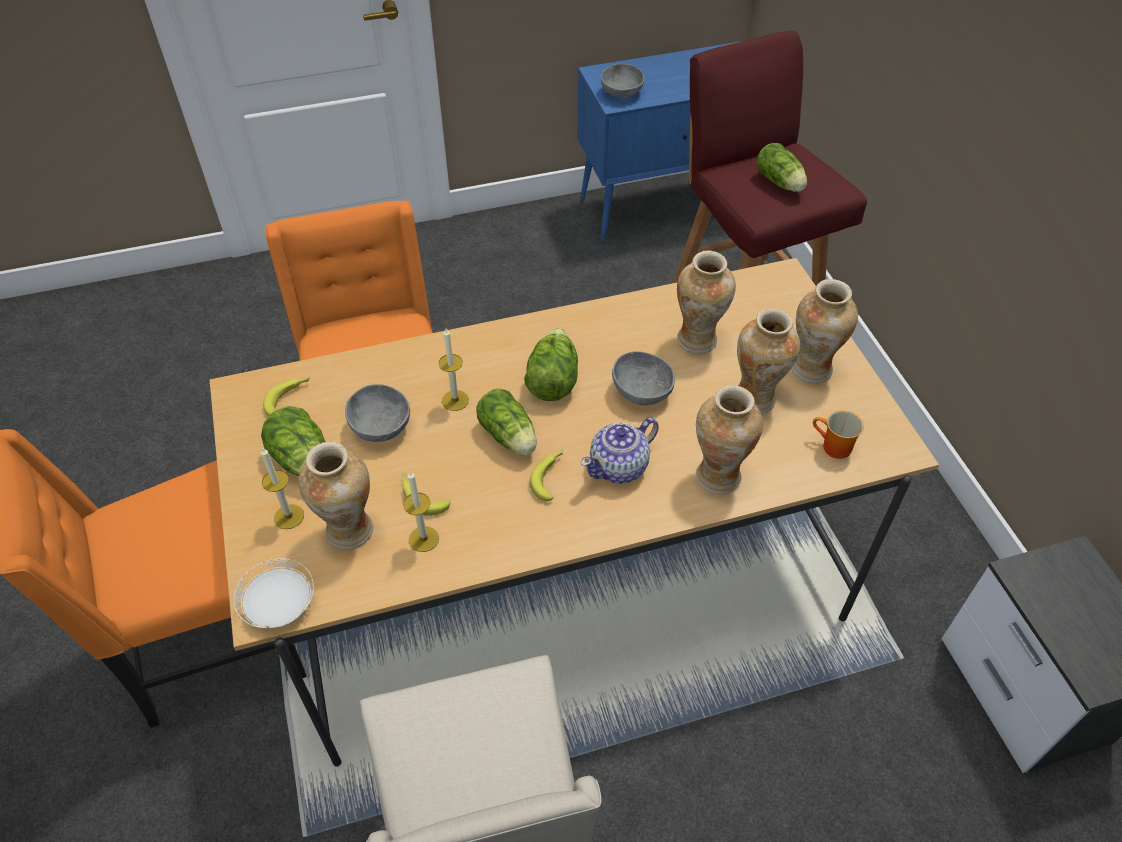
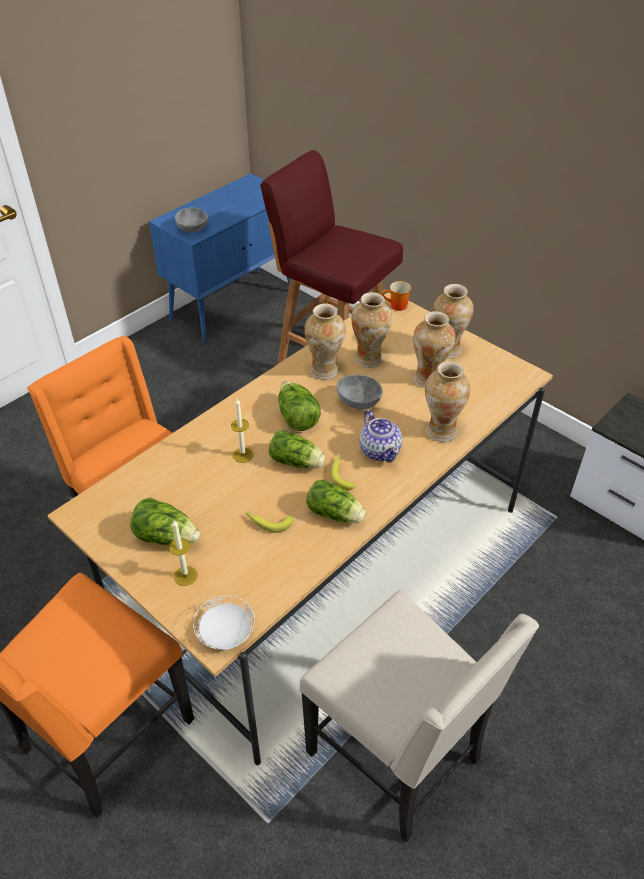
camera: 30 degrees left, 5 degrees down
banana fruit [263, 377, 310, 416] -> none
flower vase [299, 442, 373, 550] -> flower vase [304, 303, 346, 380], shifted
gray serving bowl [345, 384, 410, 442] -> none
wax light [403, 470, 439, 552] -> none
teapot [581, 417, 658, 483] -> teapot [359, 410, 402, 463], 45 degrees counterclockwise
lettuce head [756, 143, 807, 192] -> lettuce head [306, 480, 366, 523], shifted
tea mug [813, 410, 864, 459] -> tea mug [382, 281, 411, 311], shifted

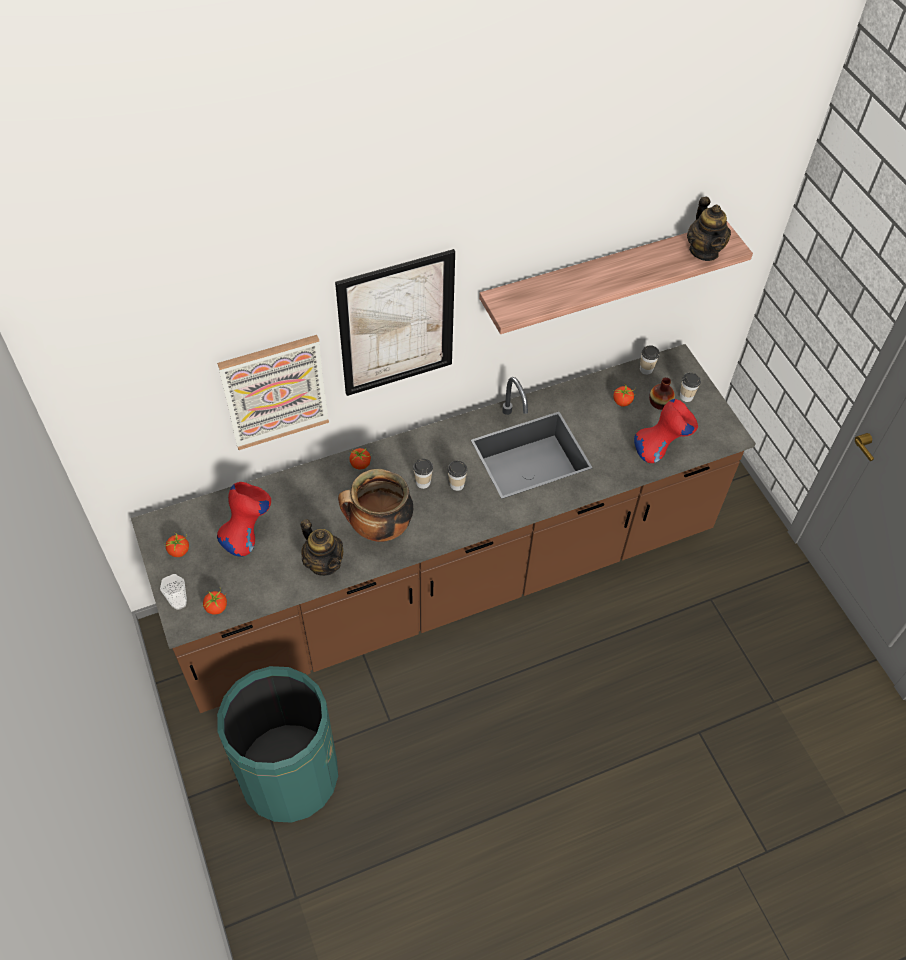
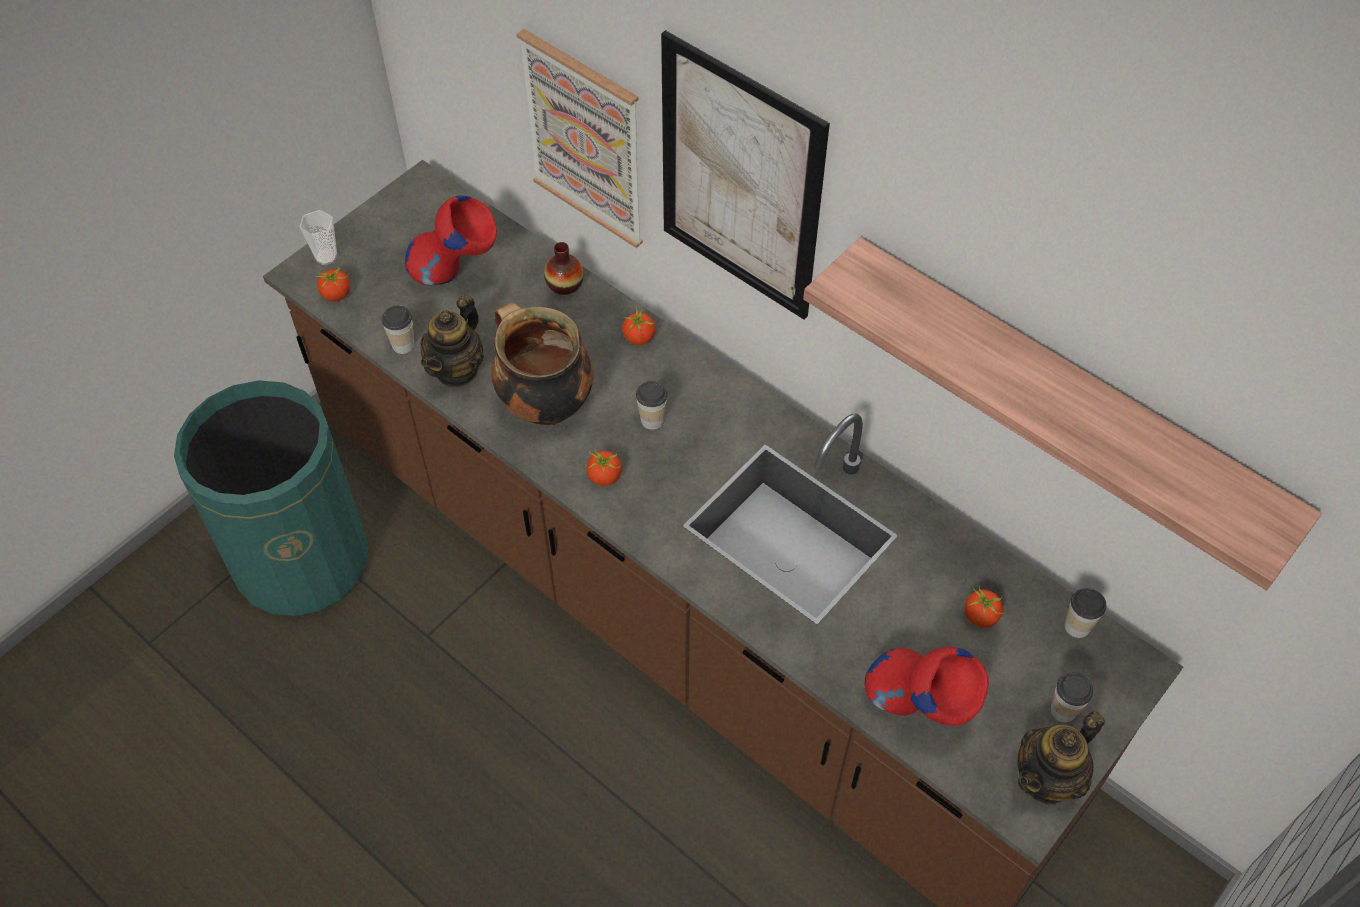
camera: 65 degrees right, 0 degrees up
fresh tomato [165, 532, 189, 557] -> fresh tomato [586, 451, 622, 486], shifted
small cup [448, 461, 467, 491] -> small cup [382, 305, 414, 354], shifted
flower vase [649, 377, 675, 410] -> flower vase [544, 242, 583, 295], shifted
teapot [687, 197, 731, 261] -> teapot [1017, 711, 1105, 805], shifted

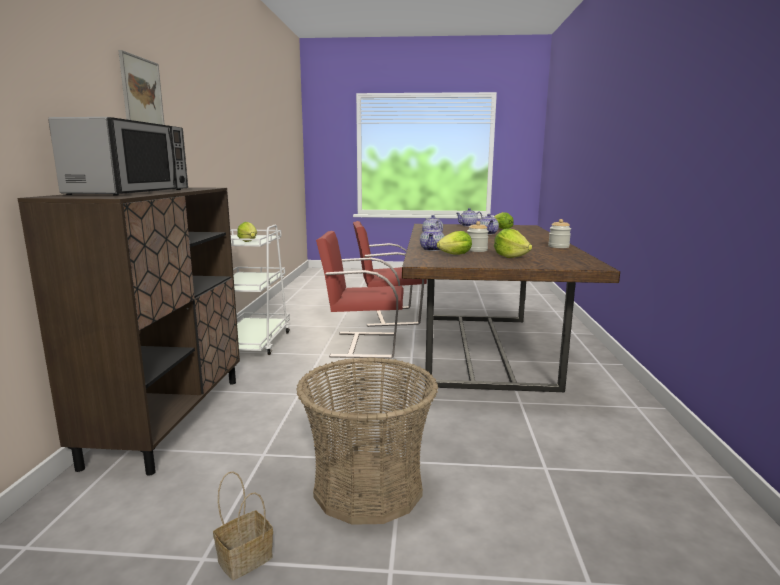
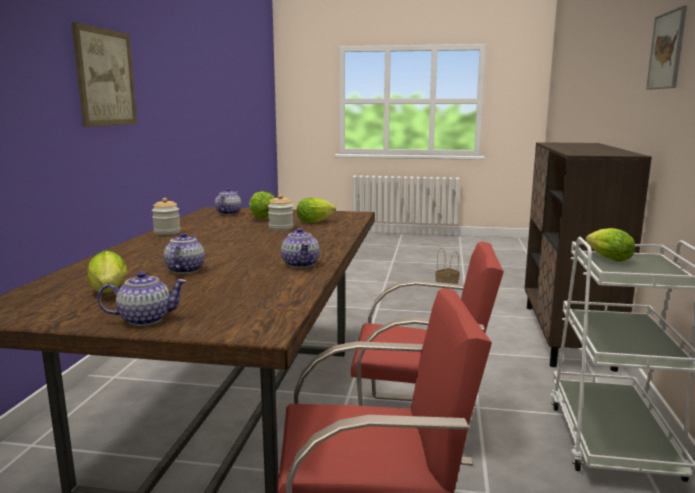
camera: 175 degrees left, 0 degrees up
kitchen microwave [48, 117, 188, 196] -> none
household basket [297, 357, 438, 525] -> none
teapot [420, 225, 445, 251] -> teapot [215, 188, 241, 215], shifted
none -> wall art [72, 22, 137, 127]

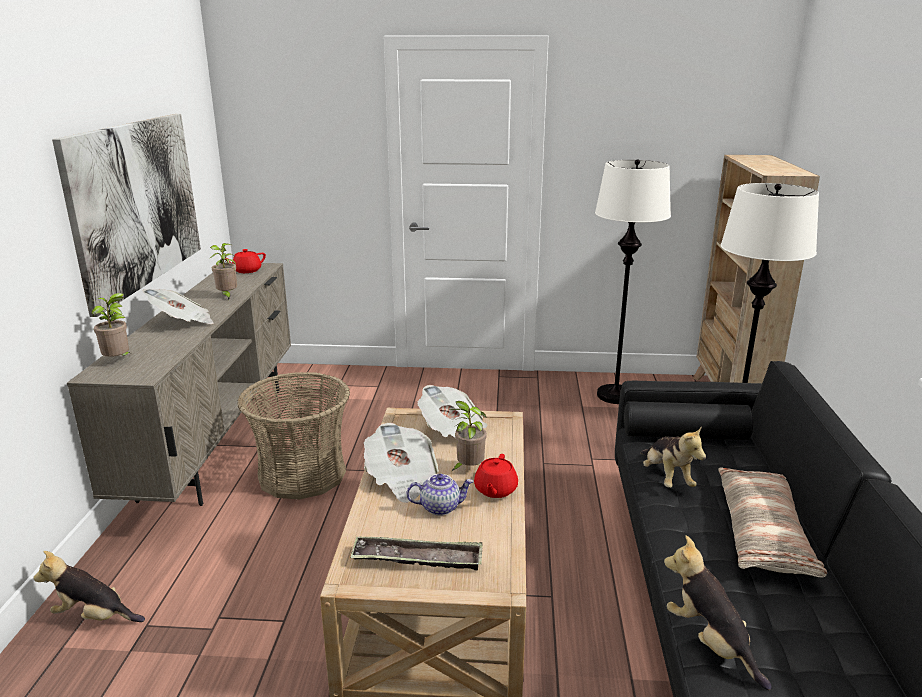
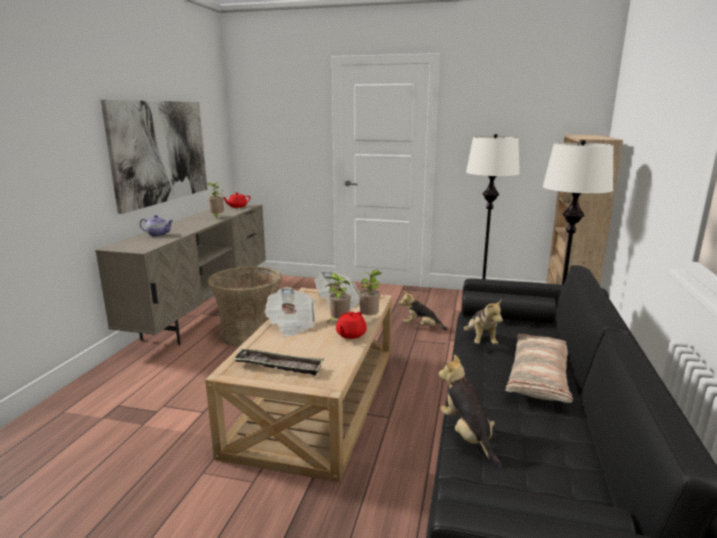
camera: 10 degrees right, 5 degrees down
soft toy [33, 551, 145, 622] -> soft toy [399, 291, 448, 330], shifted
plant in a pot [91, 293, 131, 357] -> plant in a pot [358, 270, 382, 315], shifted
newspaper [142, 289, 214, 324] -> none
teapot [406, 474, 473, 516] -> teapot [140, 215, 174, 237], shifted

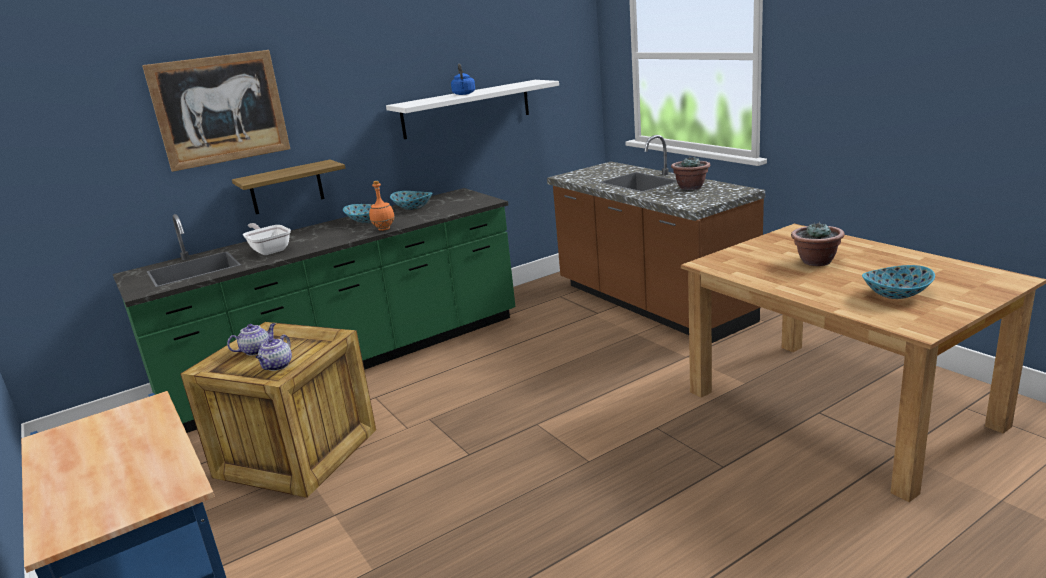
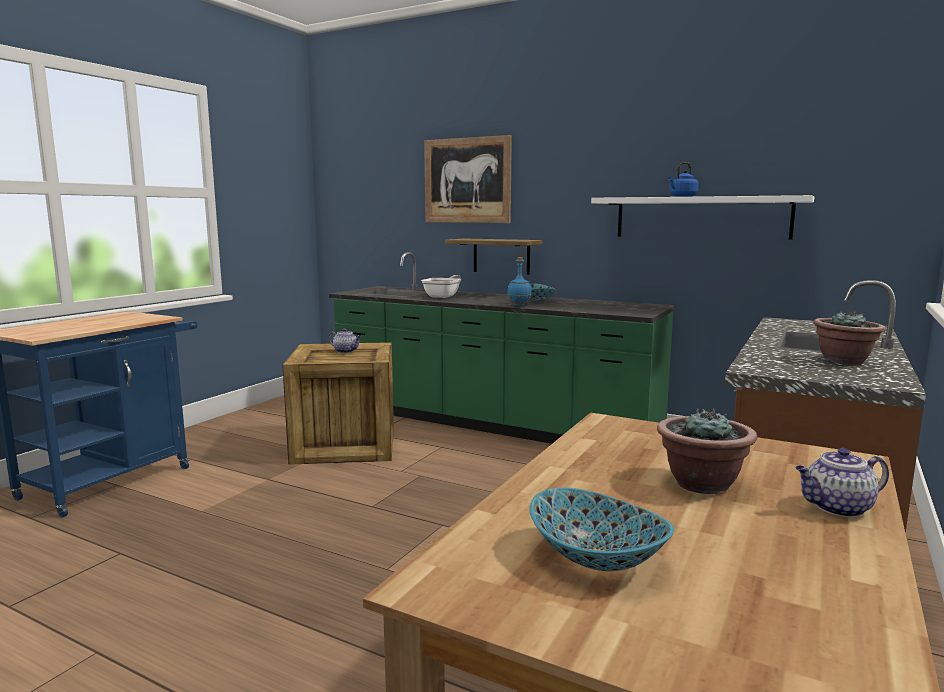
camera: 60 degrees right, 10 degrees down
teapot [256, 334, 292, 371] -> teapot [795, 448, 889, 517], shifted
orange beverage bottle [369, 181, 395, 231] -> blue-coloured beverage bottle [507, 257, 532, 306]
serving bowl [390, 191, 432, 210] -> none

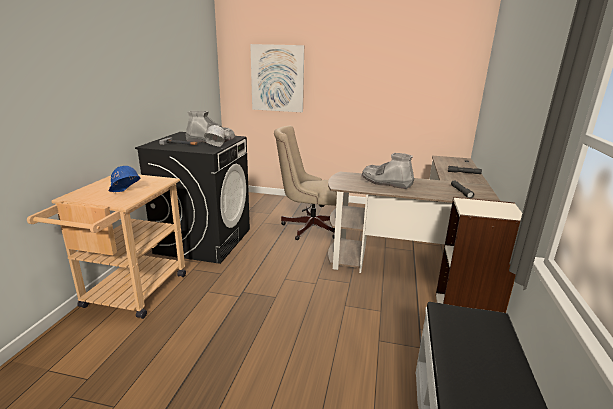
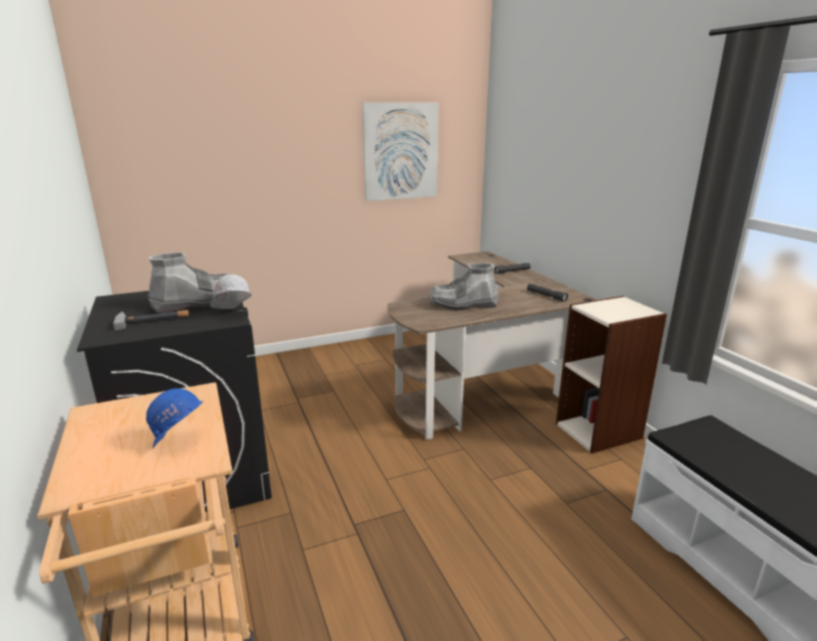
camera: 35 degrees left, 0 degrees up
wall art [250, 44, 304, 112] -> wall art [362, 102, 439, 201], shifted
beige desk chair [274, 125, 337, 240] -> none

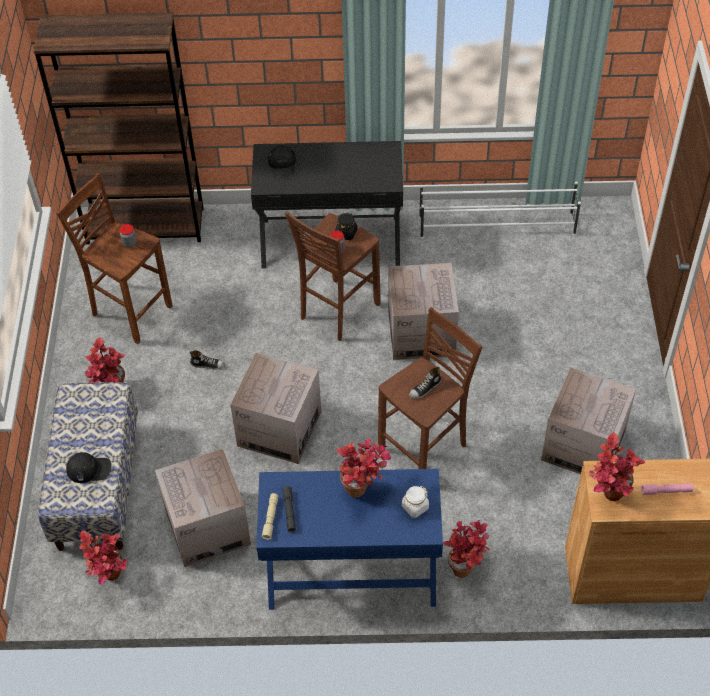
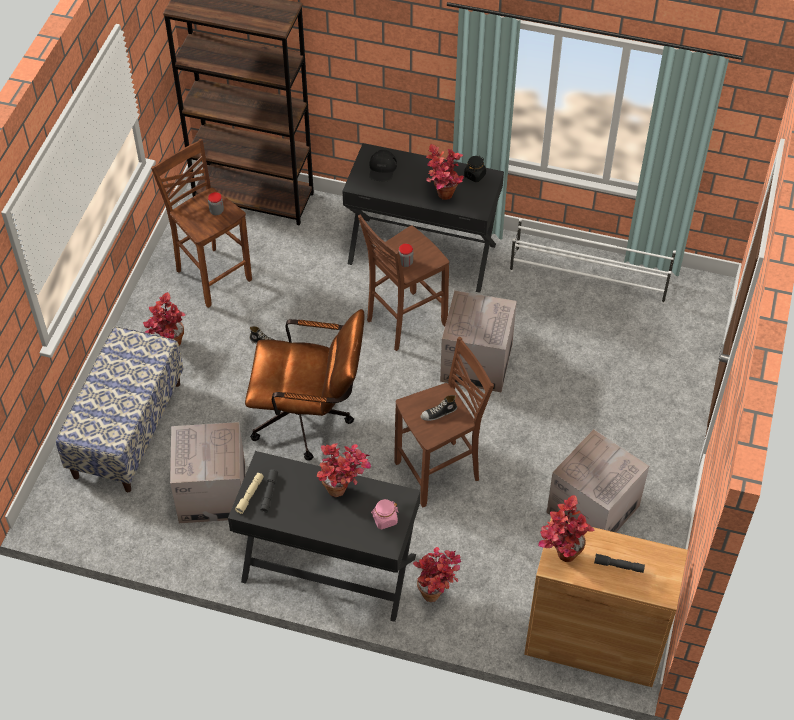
camera: 15 degrees right, 0 degrees up
black-coloured cap [66, 452, 112, 483] -> none
plant in a pot [79, 531, 127, 584] -> plant in a pot [426, 144, 464, 200], shifted
carton [230, 353, 322, 464] -> brown desk chair [245, 309, 365, 460]
blue-coloured desk table [256, 469, 443, 610] -> black-coloured desk table [228, 451, 420, 622]
black-coloured preserve jar [335, 212, 357, 240] -> black-coloured preserve jar [464, 156, 486, 182], shifted
whitish preserve jar [402, 486, 429, 518] -> pink preserve jar [371, 499, 399, 529]
pink torch [641, 483, 693, 495] -> gray torch [594, 554, 645, 573]

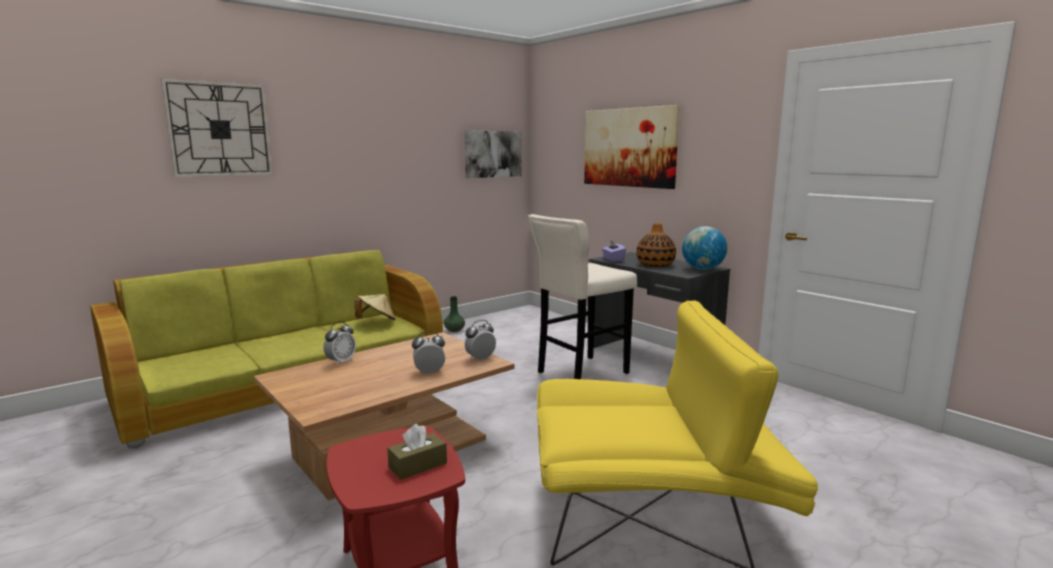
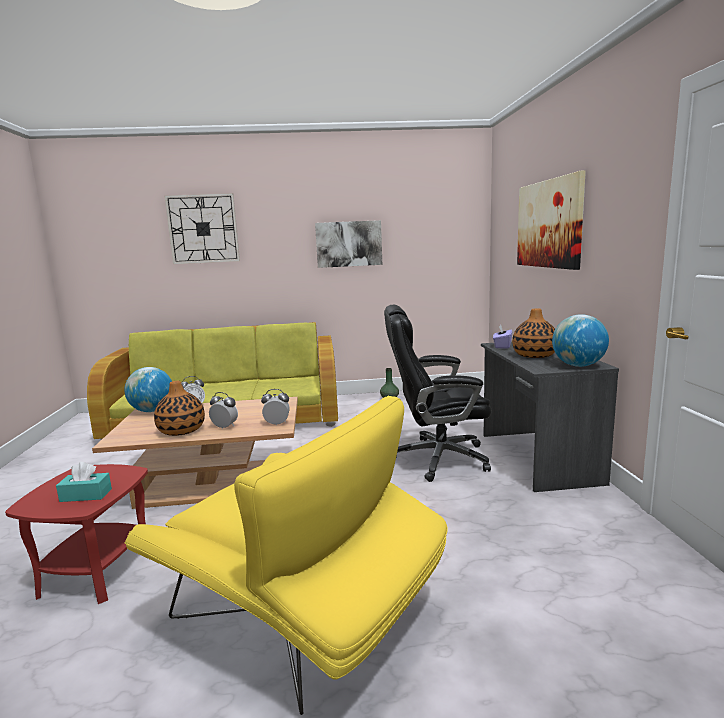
camera: 35 degrees right, 0 degrees up
beige wearable hat [355, 294, 395, 320] -> none
brown tissue holder [387, 424, 447, 480] -> turquoise tissue holder [56, 462, 112, 502]
wall art [464, 130, 521, 178] -> wall art [315, 220, 382, 268], shifted
beige stool seat [528, 214, 637, 379] -> black-coloured desk chair [384, 305, 491, 482]
none -> desk globe [124, 367, 172, 412]
none -> flower vase [154, 381, 205, 436]

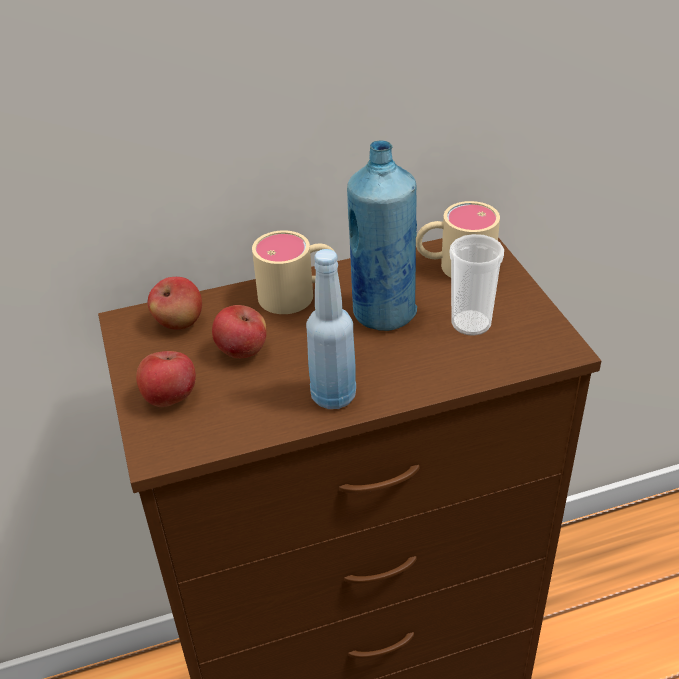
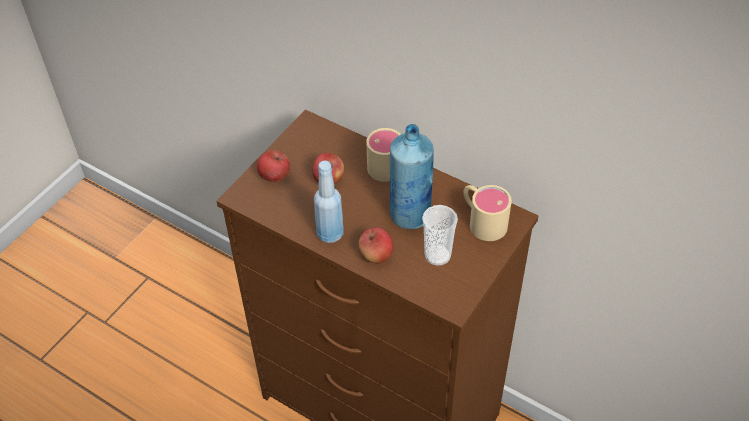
camera: 50 degrees right, 10 degrees up
apple fruit [148, 277, 202, 330] -> apple fruit [358, 227, 393, 263], shifted

